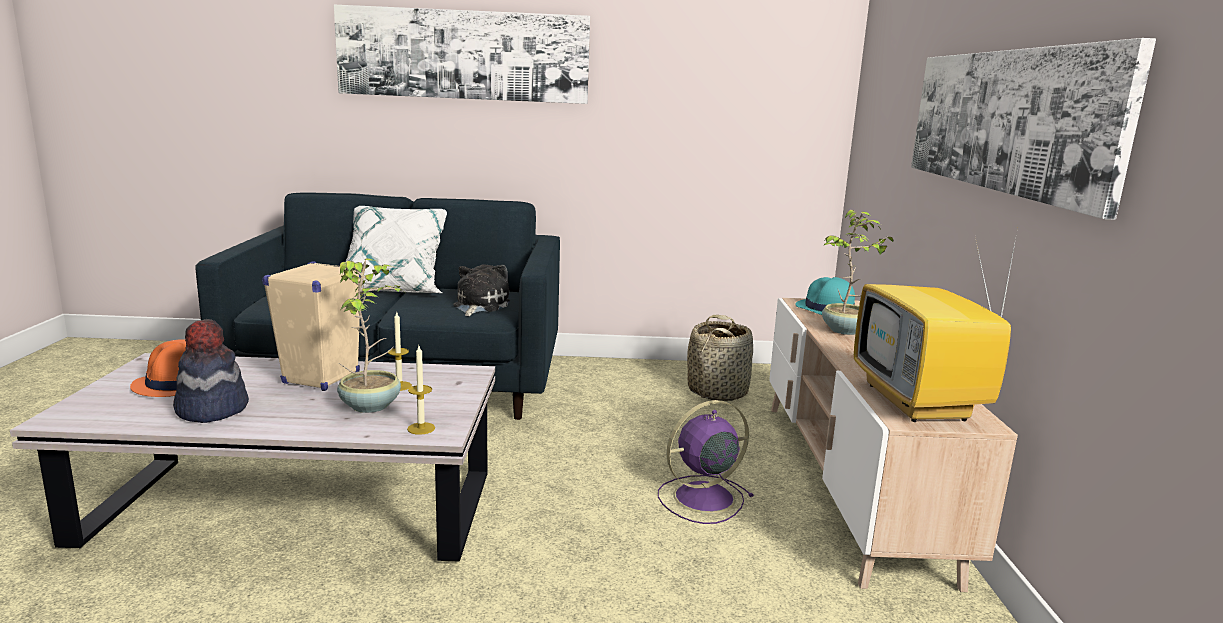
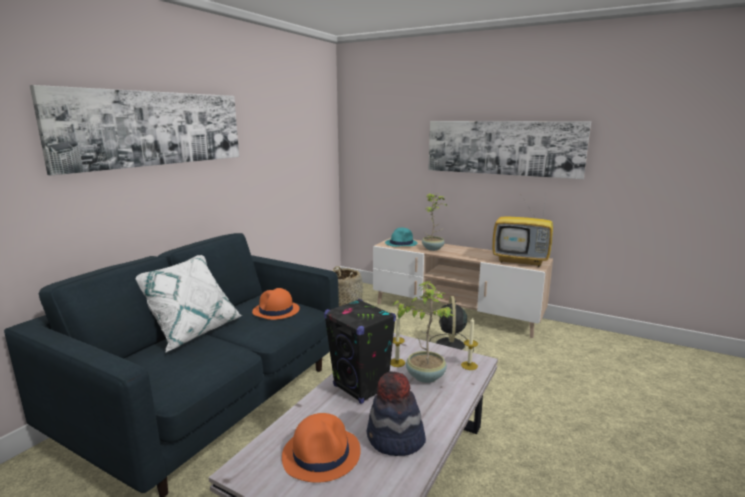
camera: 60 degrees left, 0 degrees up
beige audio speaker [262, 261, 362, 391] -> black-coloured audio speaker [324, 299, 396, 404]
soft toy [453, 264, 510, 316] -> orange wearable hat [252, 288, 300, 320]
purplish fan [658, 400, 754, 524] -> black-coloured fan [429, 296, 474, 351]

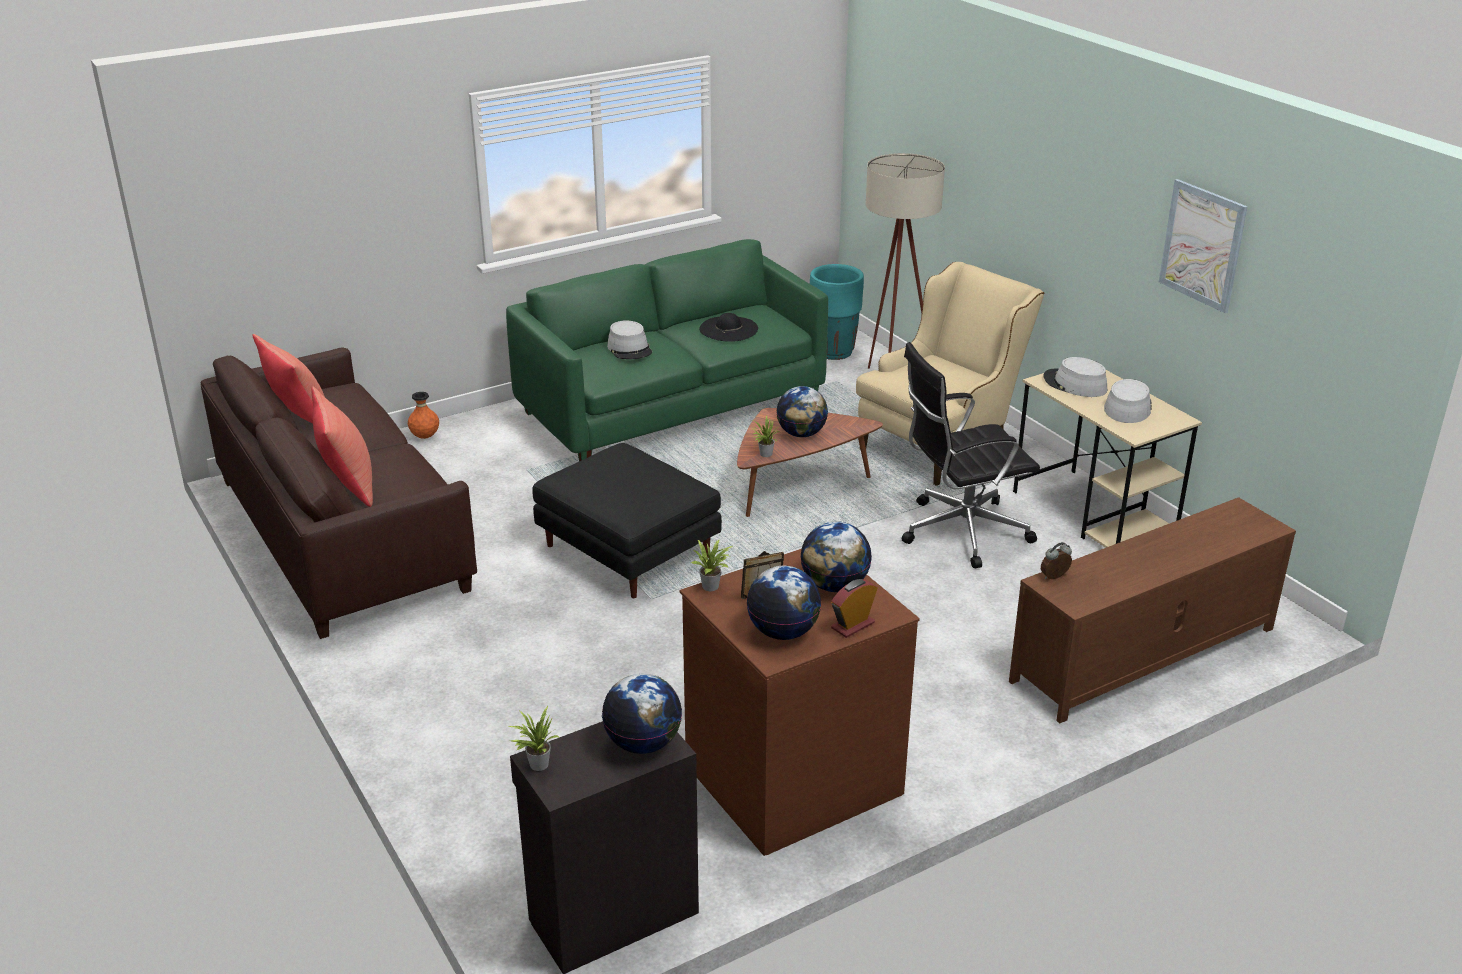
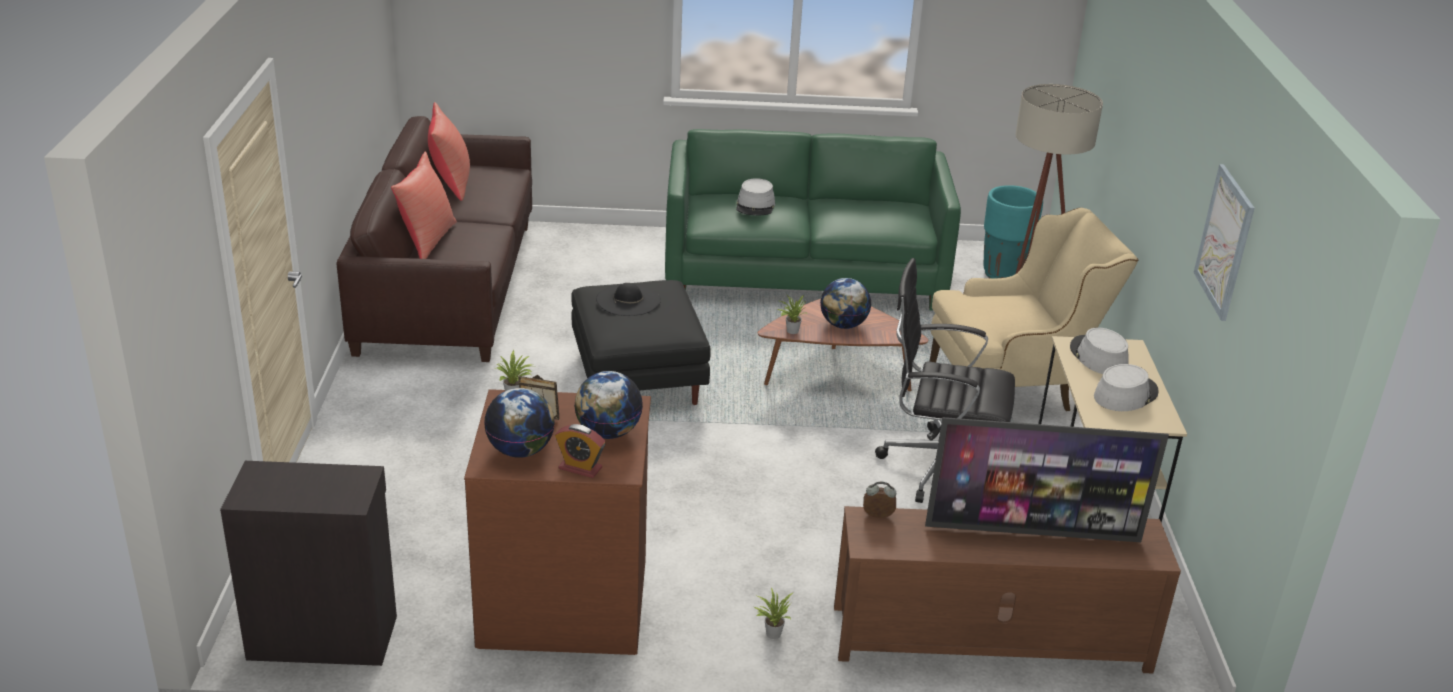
camera: 30 degrees right, 0 degrees up
orange flower vase [408, 392, 439, 439] -> none
plant in a pot [509, 706, 560, 771] -> plant in a pot [754, 588, 794, 639], shifted
desk globe [602, 673, 682, 754] -> none
black-coloured wearable hat [699, 313, 758, 342] -> black-coloured wearable hat [596, 283, 661, 316], shifted
alarm clock [831, 579, 877, 638] -> alarm clock [555, 424, 605, 478], 150 degrees counterclockwise
none -> TV [925, 417, 1169, 542]

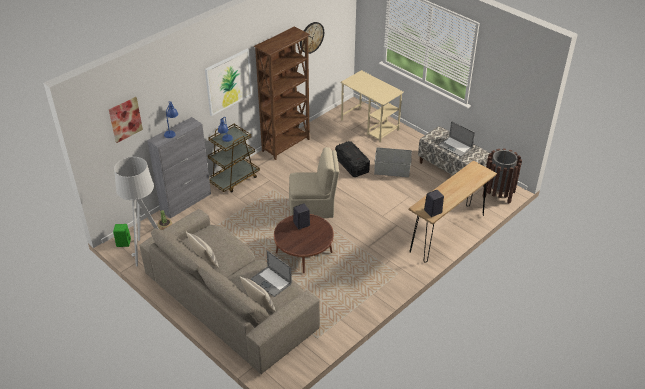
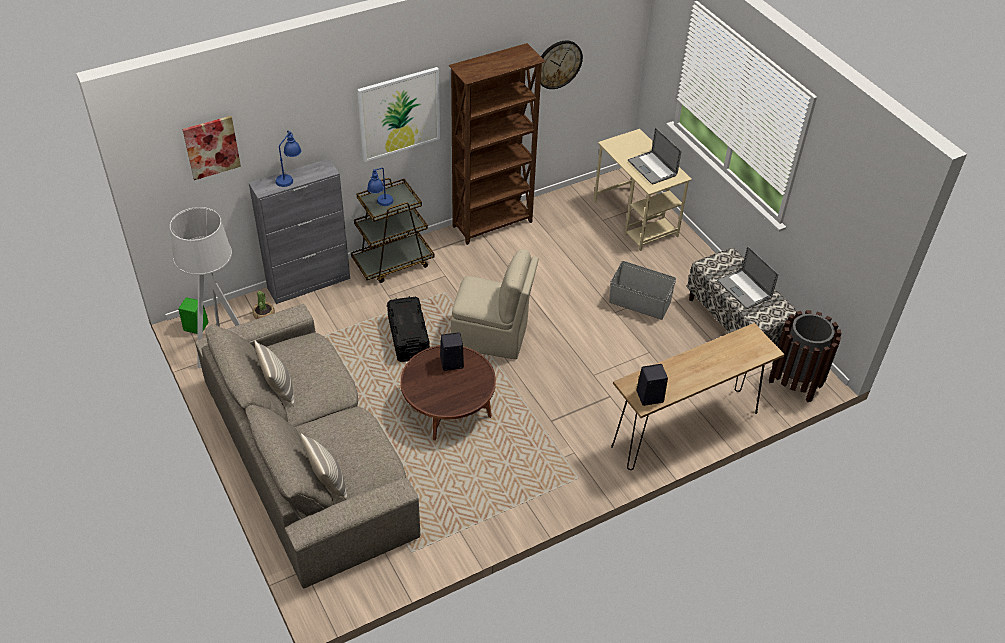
camera: 15 degrees right, 5 degrees up
portable computer [251, 250, 292, 297] -> portable computer [628, 127, 681, 185], shifted
black-coloured storage container [335, 141, 370, 177] -> black-coloured storage container [387, 296, 430, 362], shifted

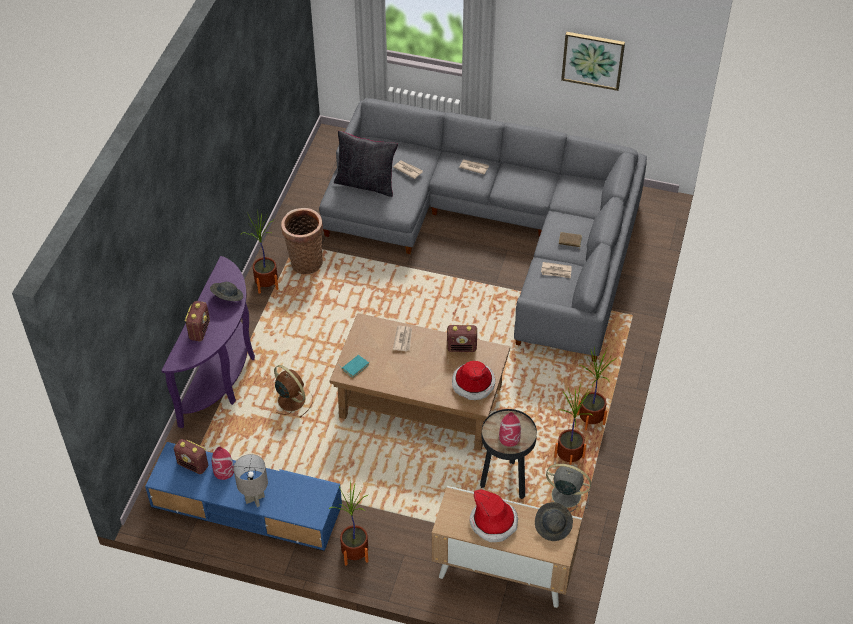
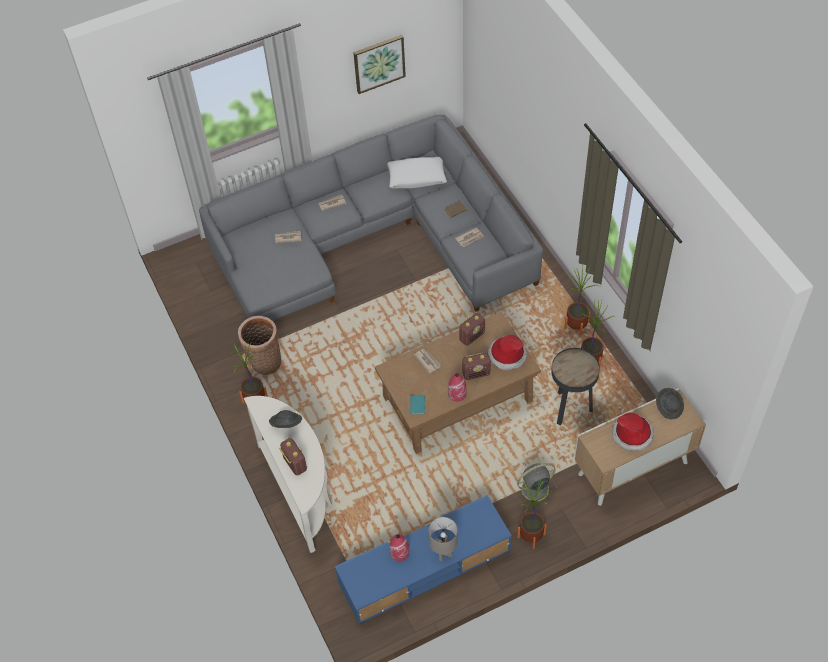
camera: 40 degrees left, 5 degrees up
purplish console table [161, 256, 255, 428] -> whitish console table [244, 396, 332, 553]
radio set [174, 439, 208, 474] -> radio set [462, 352, 491, 380], shifted
brown fan [274, 365, 313, 418] -> none
black-coloured throw pillow [334, 131, 398, 197] -> none
red-coloured flower vase [499, 412, 521, 447] -> red-coloured flower vase [448, 373, 466, 402], shifted
gray fan [546, 464, 591, 512] -> gray fan [515, 463, 558, 509], shifted
none -> whitish throw pillow [387, 157, 447, 189]

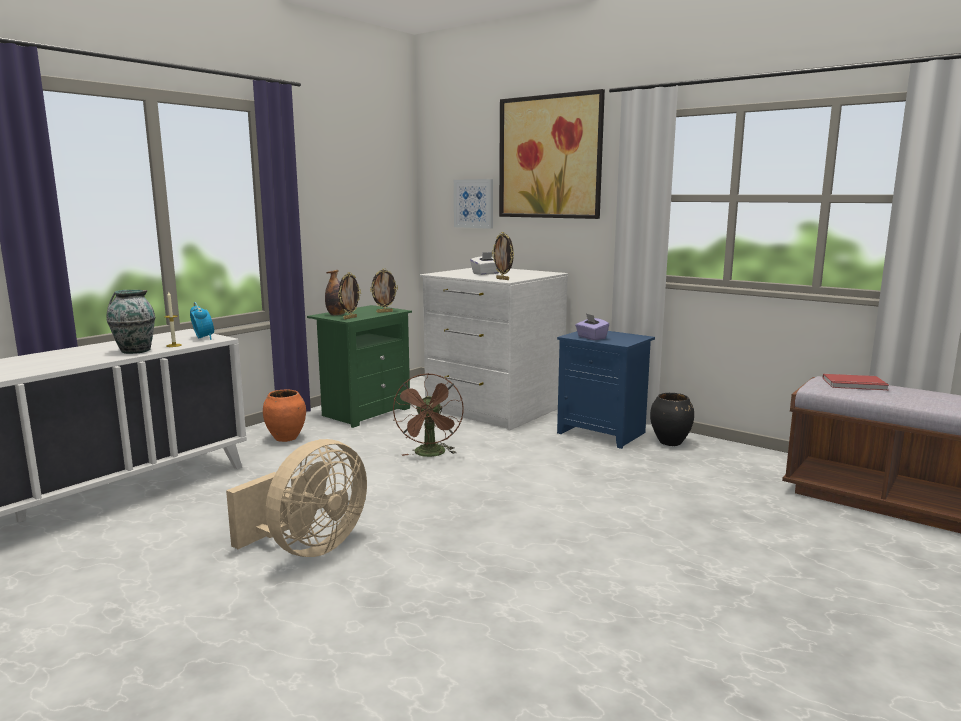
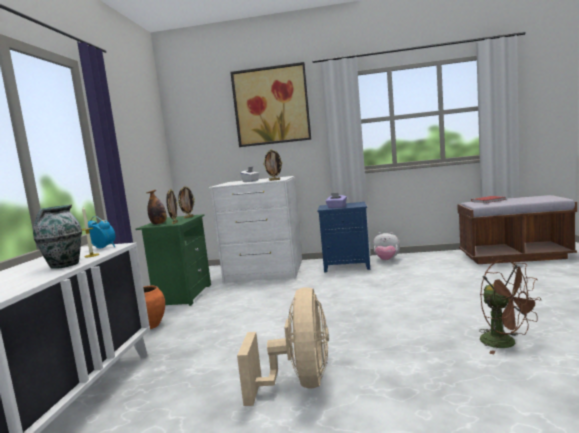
camera: 30 degrees left, 5 degrees down
brown fan [393, 373, 464, 457] -> brown fan [479, 260, 541, 354], shifted
wall art [454, 179, 493, 229] -> none
black-coloured flower vase [650, 393, 694, 446] -> soft toy [373, 232, 400, 260]

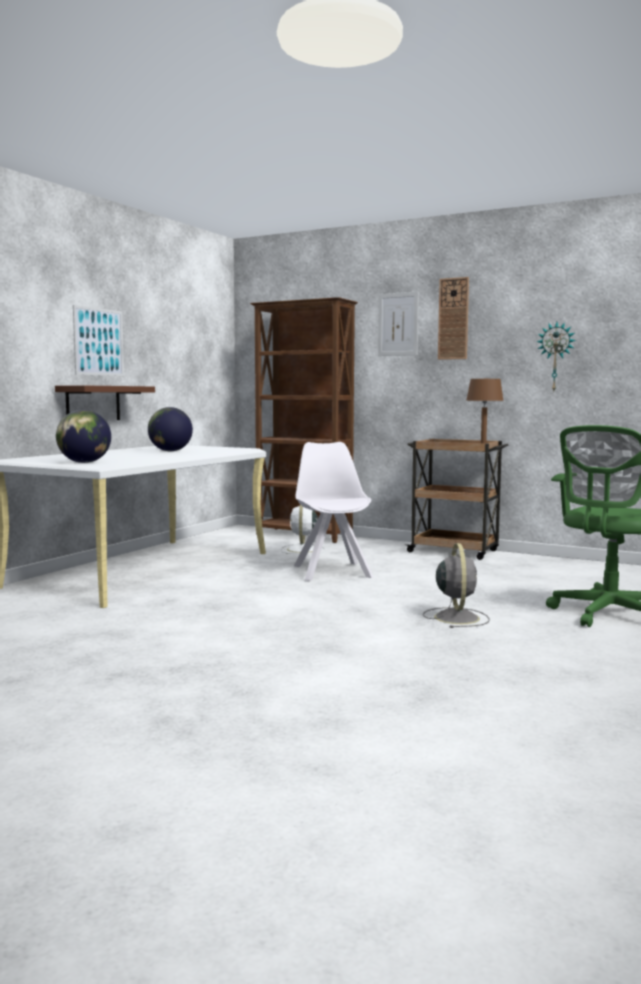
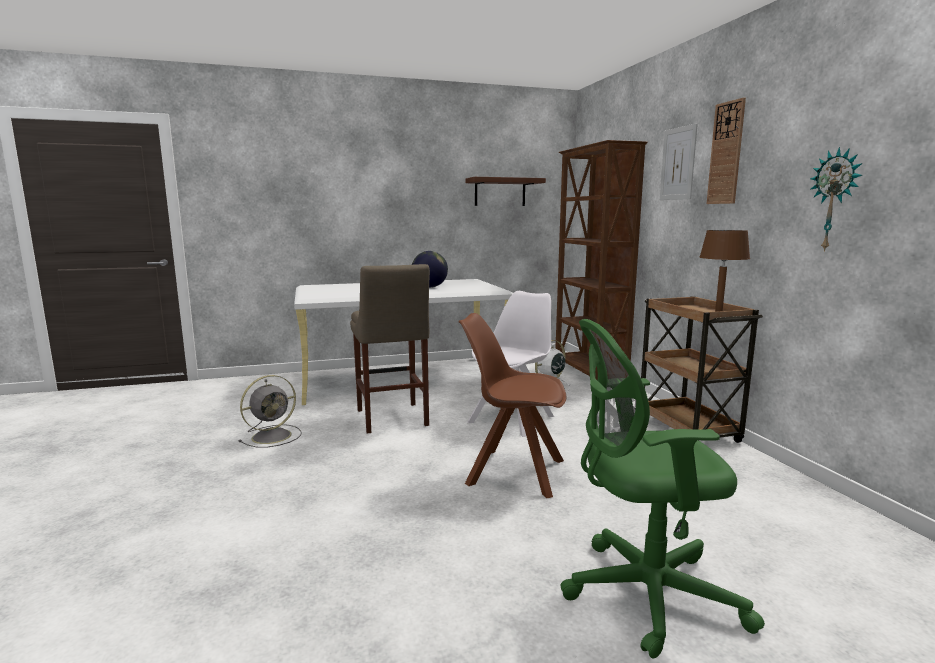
camera: 45 degrees right, 5 degrees up
brown bracket shelf [55, 385, 155, 420] -> brown bracket shelf [466, 177, 546, 206], shifted
desk globe [56, 410, 111, 463] -> none
wall art [73, 305, 124, 376] -> none
gray fan [423, 543, 490, 628] -> gray fan [238, 375, 301, 448], shifted
none -> beige stool seat [350, 264, 430, 434]
none -> brown upright chair [459, 313, 566, 498]

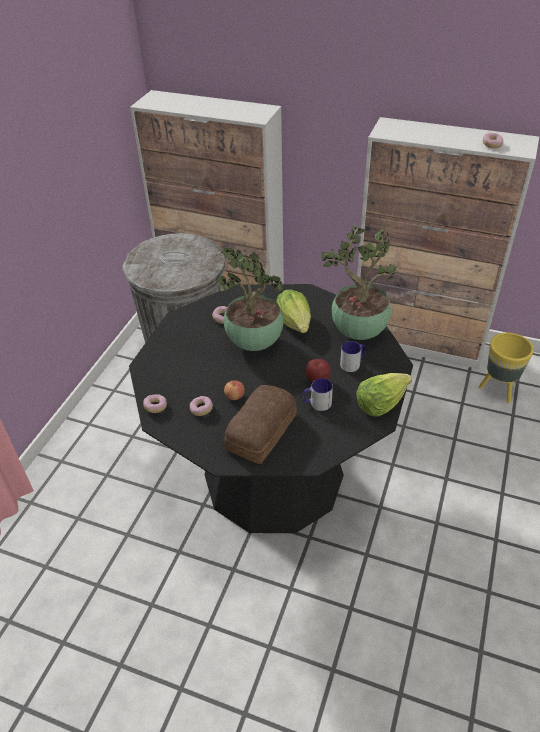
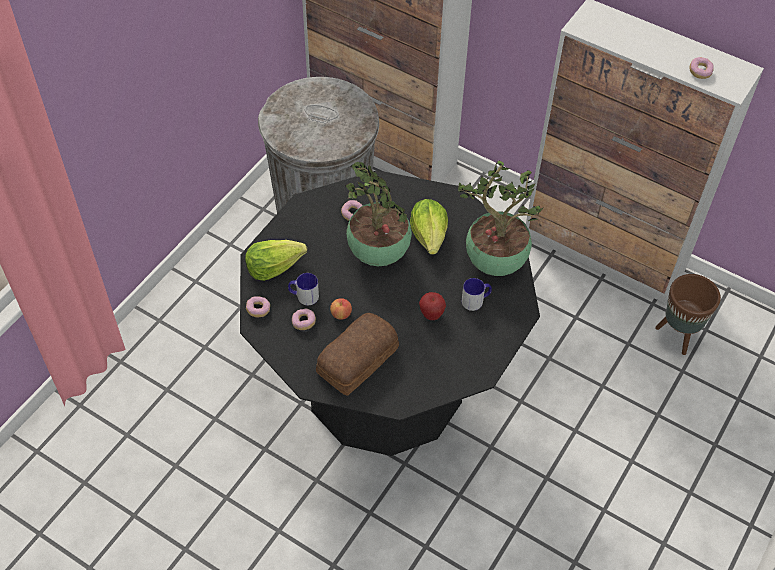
camera: 10 degrees right, 10 degrees up
tea mug [302, 378, 333, 411] -> tea mug [288, 273, 319, 305], shifted
lettuce head [356, 373, 412, 417] -> lettuce head [245, 240, 307, 281], shifted
yellowish planter [479, 333, 534, 403] -> brown planter [655, 274, 721, 355]

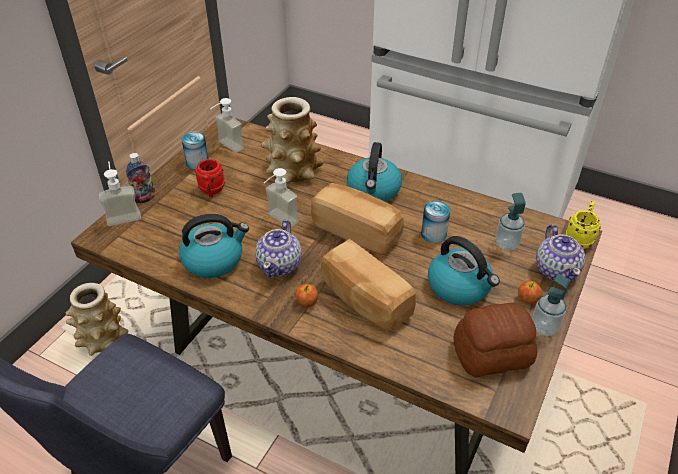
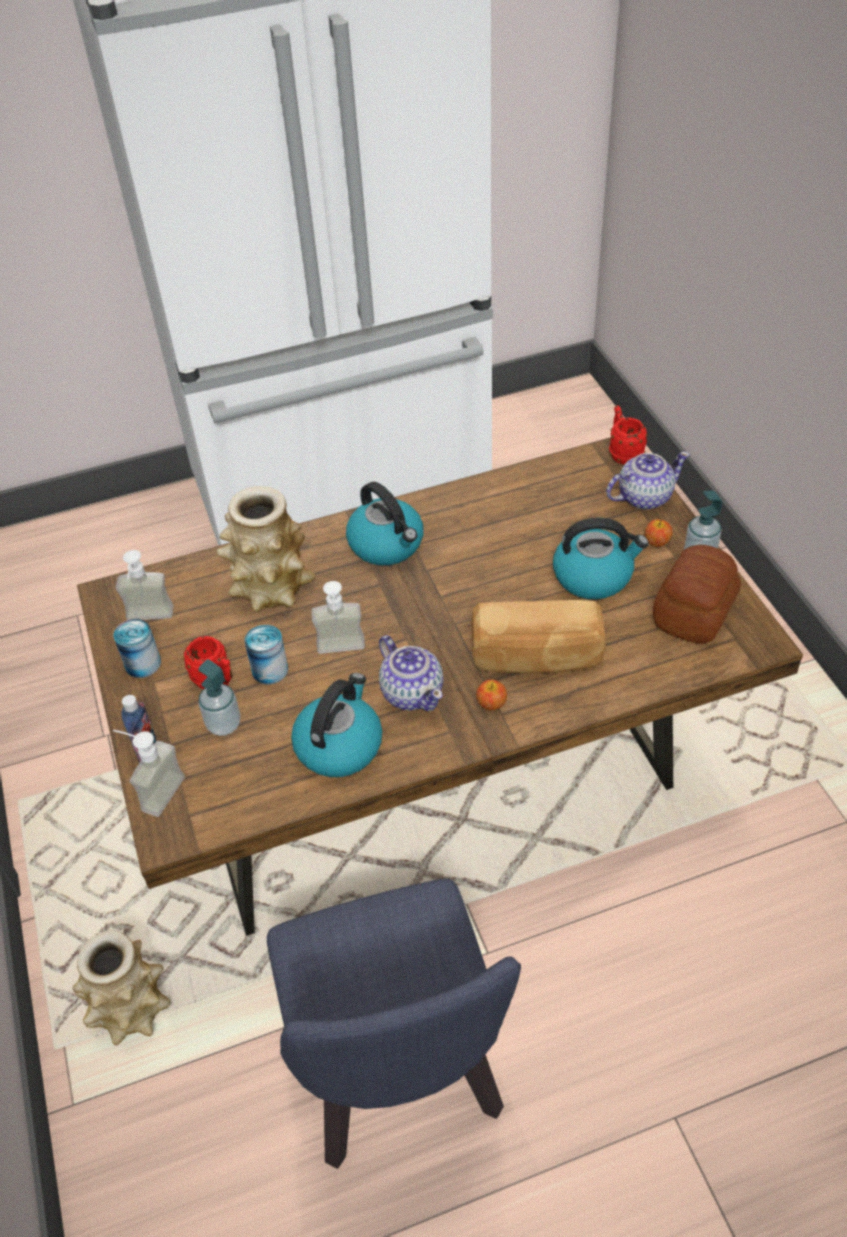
camera: 45 degrees left, 5 degrees up
baked bread [311, 183, 404, 256] -> none
can [421, 201, 450, 243] -> can [244, 625, 288, 684], shifted
soap dispenser [495, 193, 525, 250] -> soap dispenser [198, 659, 241, 736], shifted
teapot [536, 224, 585, 284] -> teapot [606, 452, 690, 510], 60 degrees counterclockwise
yellowish tea mug [565, 201, 601, 249] -> red-coloured tea mug [609, 406, 648, 465]

